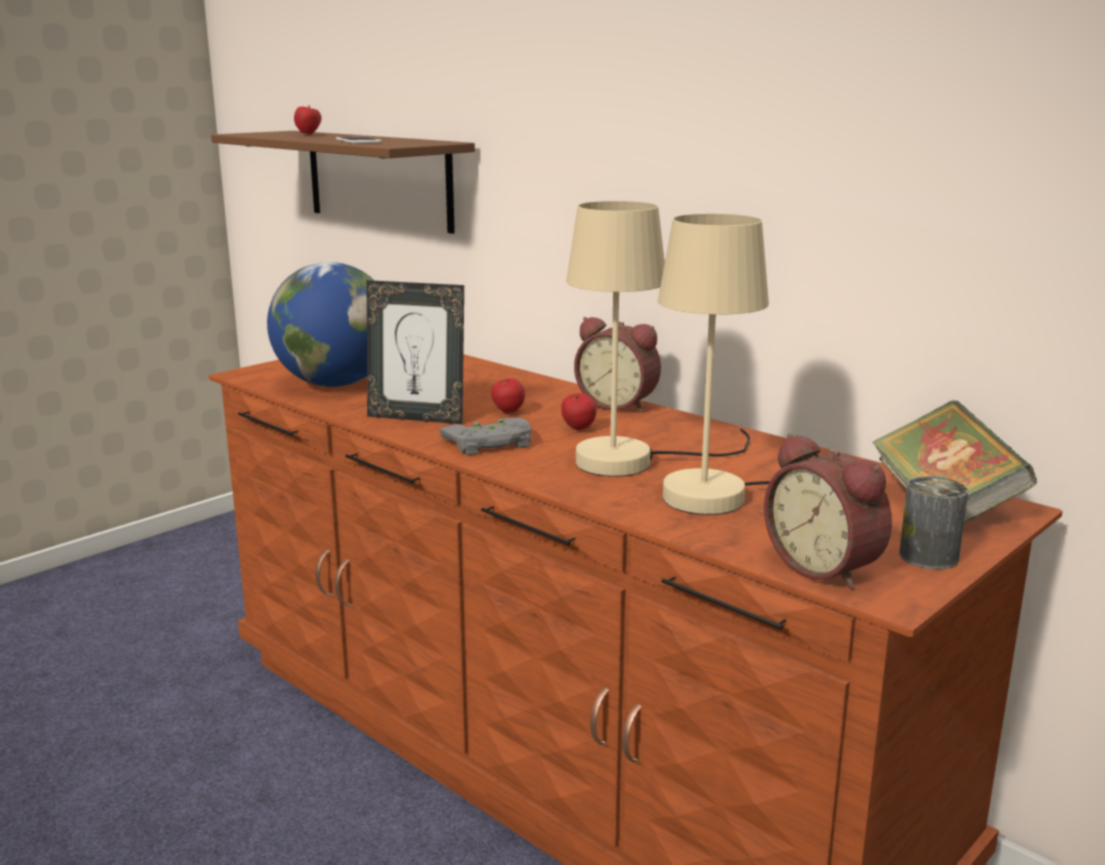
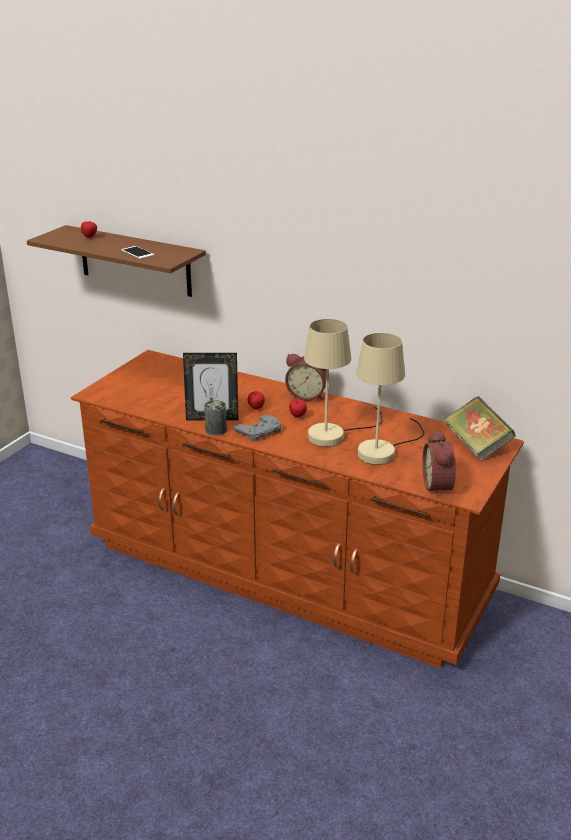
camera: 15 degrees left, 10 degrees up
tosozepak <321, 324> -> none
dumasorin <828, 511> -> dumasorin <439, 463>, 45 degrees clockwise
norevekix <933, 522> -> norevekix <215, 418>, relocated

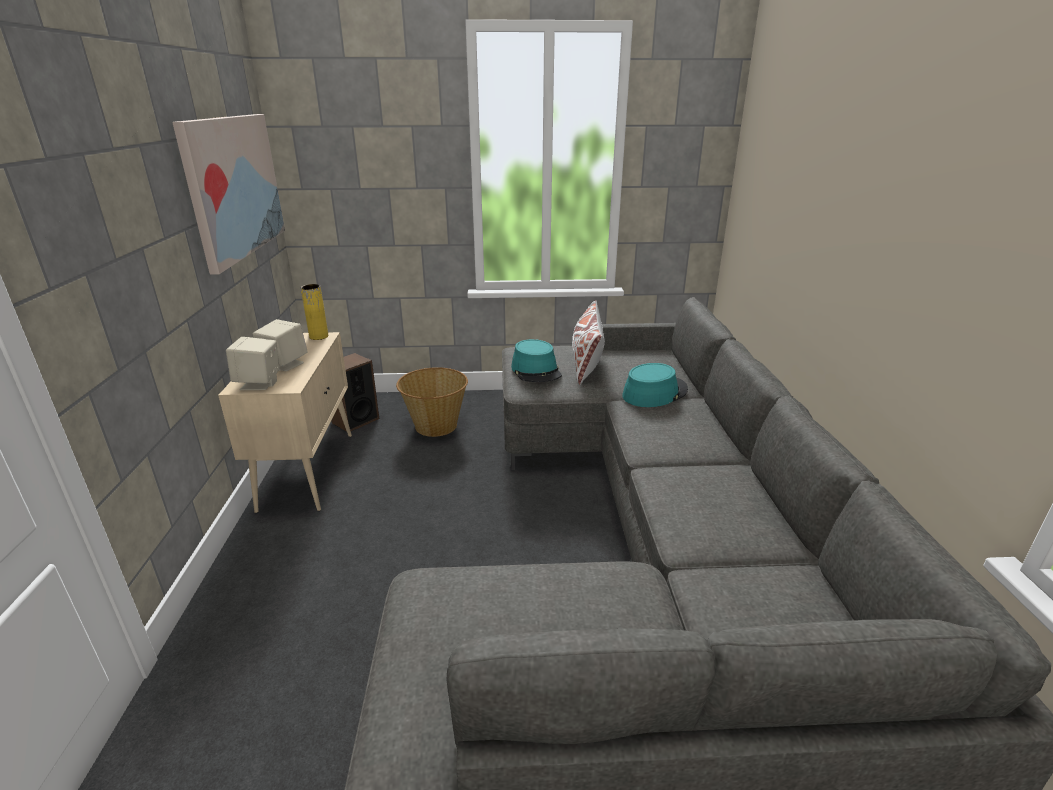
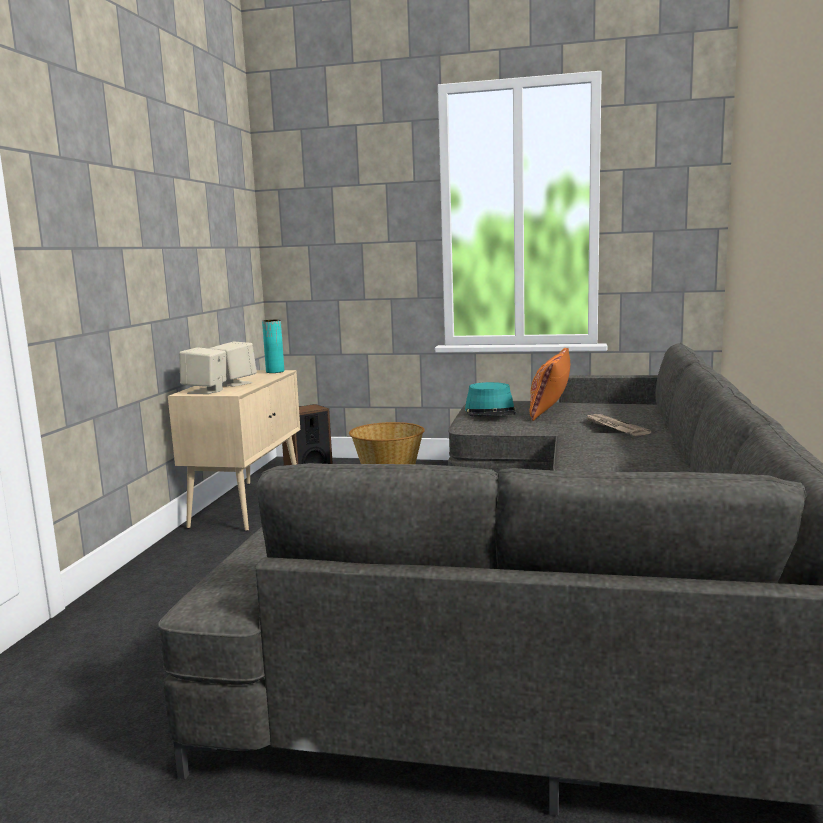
camera: 15 degrees right, 15 degrees down
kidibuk <228, 194> -> none
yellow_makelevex <314, 312> -> turquoise_makelevex <273, 346>
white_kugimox <588, 342> -> orange_kugimox <550, 384>
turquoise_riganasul <655, 385> -> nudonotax <618, 425>

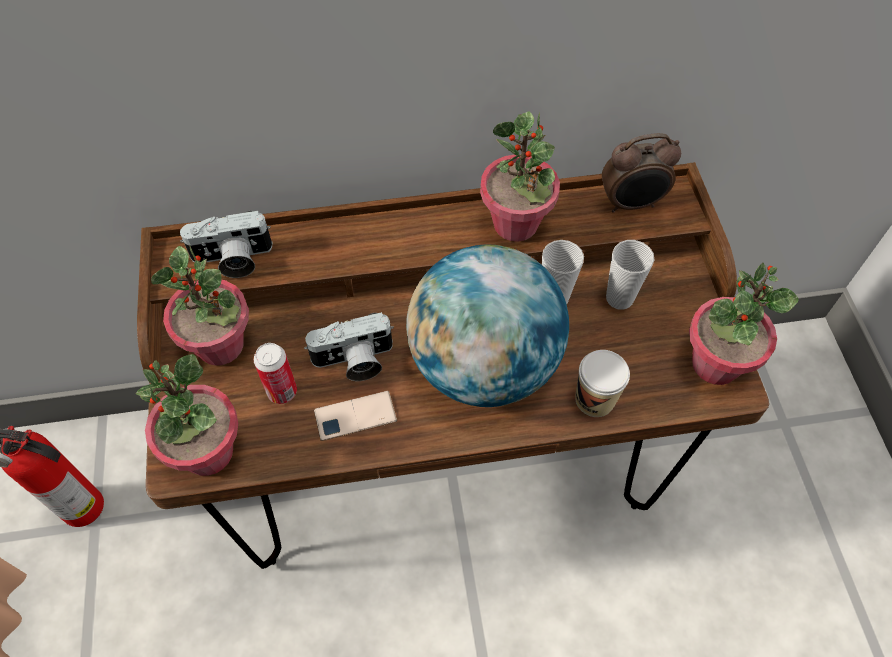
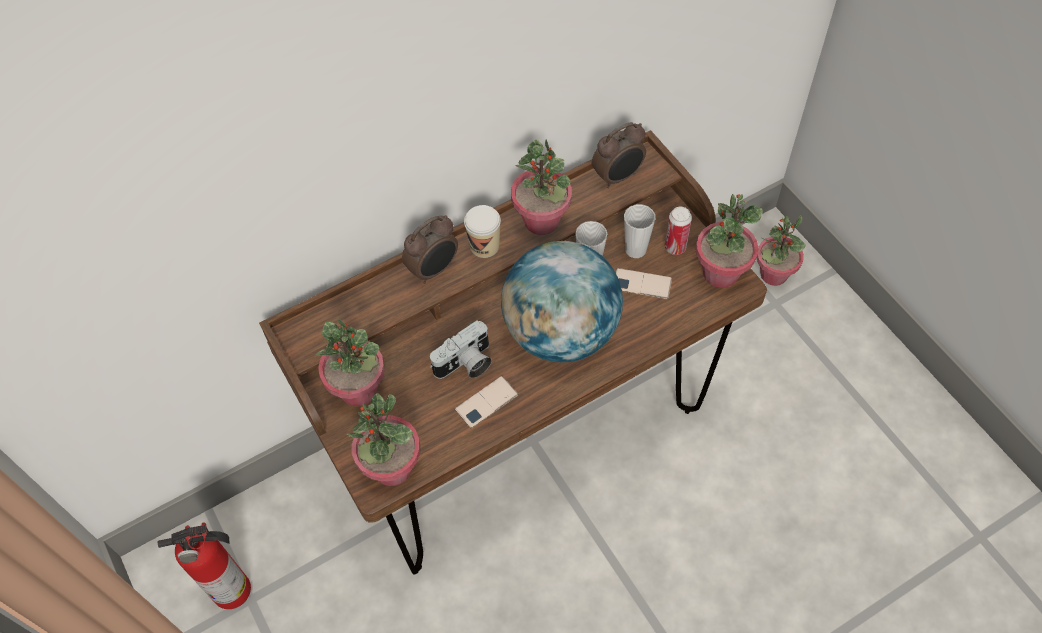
camera: 20 degrees left, 0 degrees up
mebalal <226, 244> -> none
norevekix <275, 373> -> norevekix <678, 231>, relocated
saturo <602, 383> -> saturo <482, 231>, relocated
none -> dumasorin <430, 249>
none -> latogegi <781, 250>
none -> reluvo <644, 283>

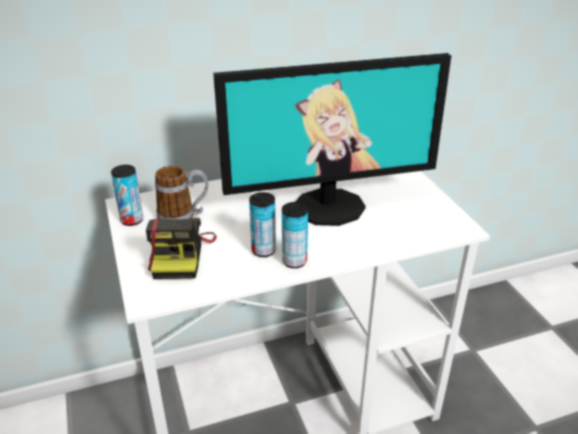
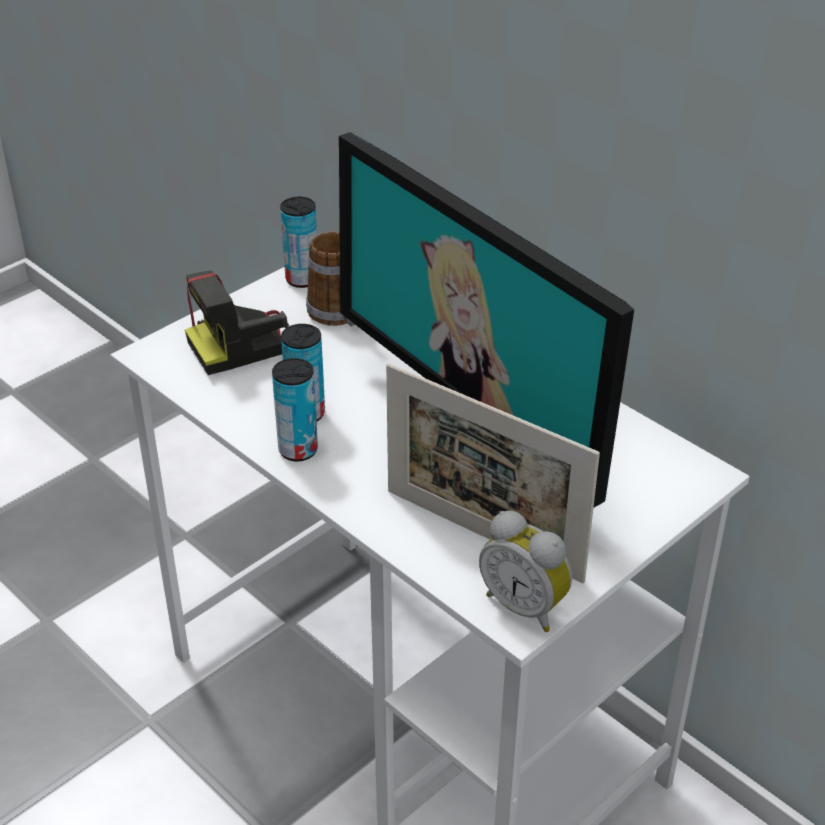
camera: 65 degrees right, 5 degrees up
none -> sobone <493, 473>
none -> dumasorin <525, 571>

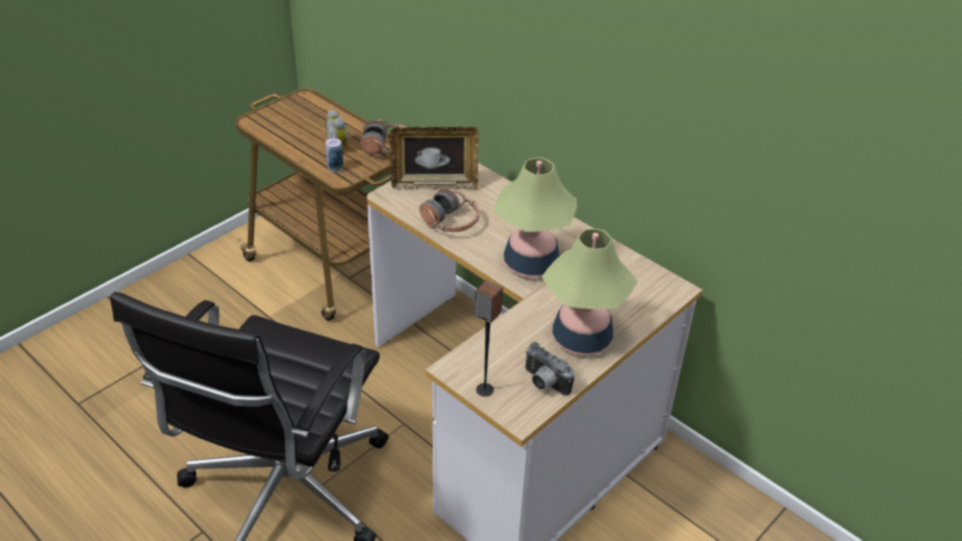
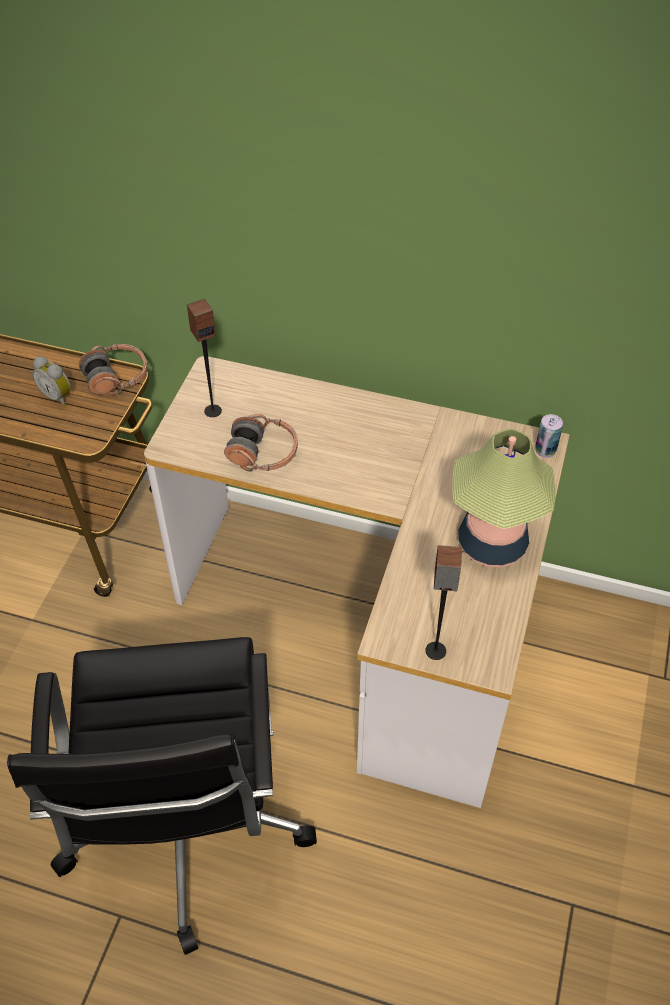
camera: 25 degrees left, 10 degrees up
sobone <434, 158> -> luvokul <204, 358>
norevekix <334, 155> -> norevekix <549, 436>, relocated
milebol <535, 218> -> none
mebalal <550, 369> -> none

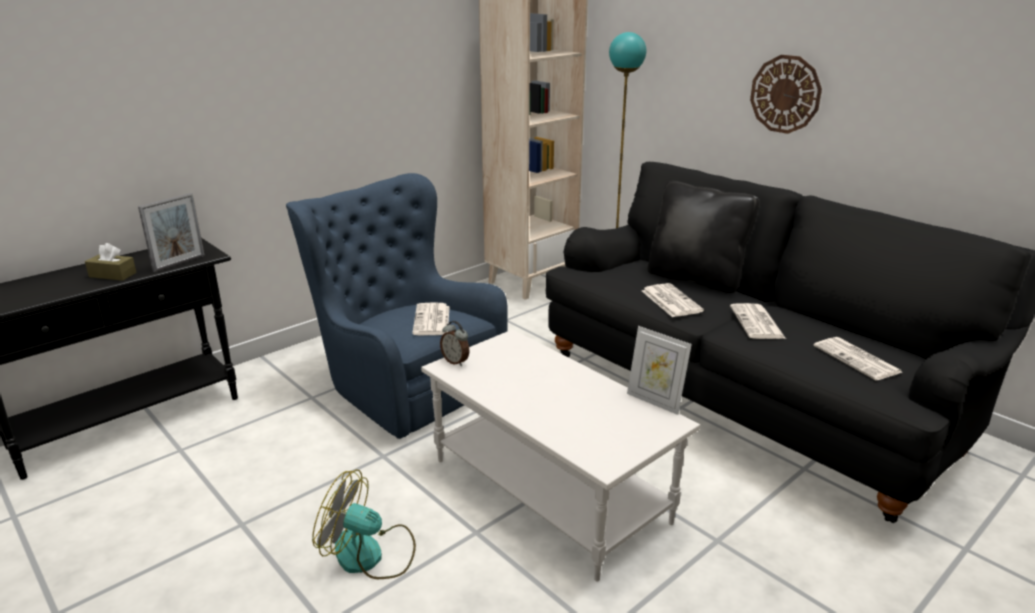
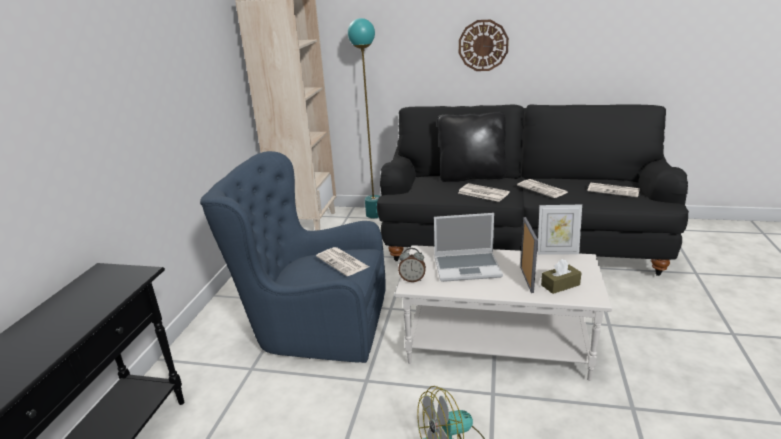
camera: 35 degrees left, 0 degrees up
sobone <171, 232> -> sobone <529, 255>, relocated
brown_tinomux <111, 262> -> brown_tinomux <561, 276>, relocated
none -> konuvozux <468, 247>

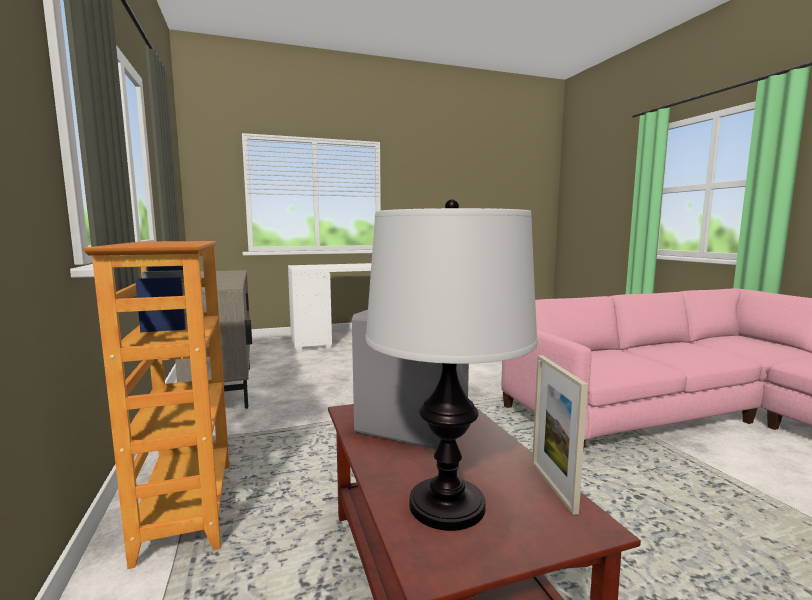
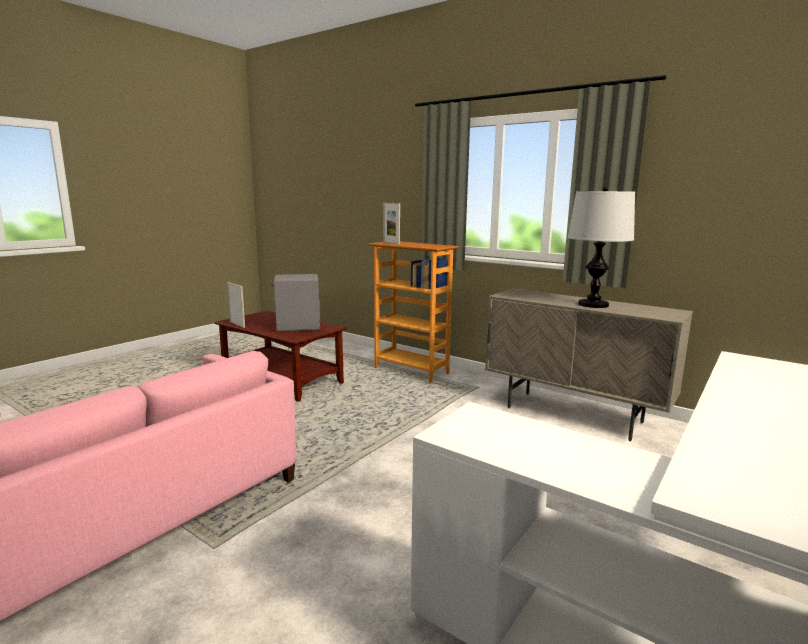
camera: 145 degrees right, 5 degrees up
milebol <451, 365> -> milebol <601, 247>, relocated
none -> sobone <391, 224>

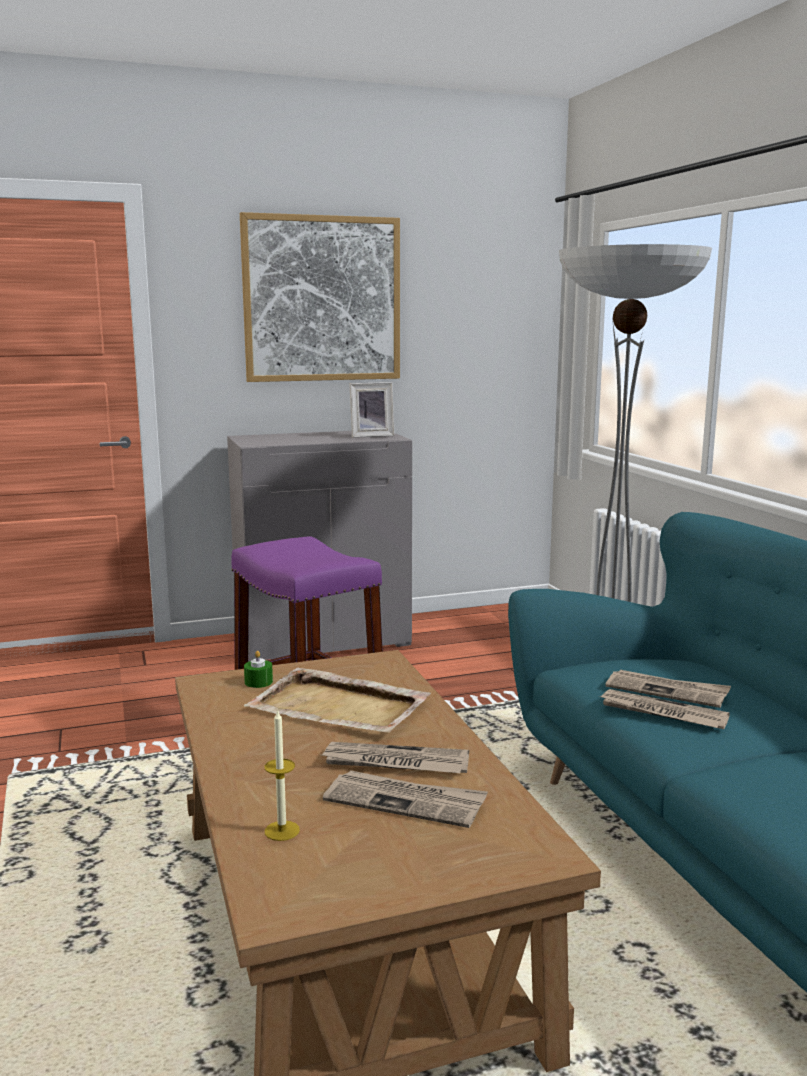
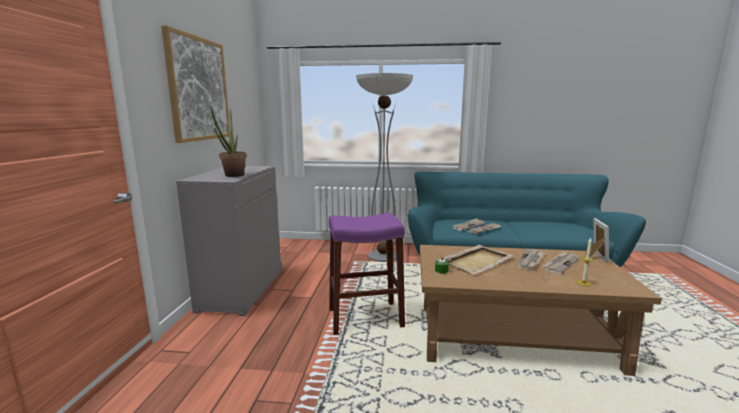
camera: 65 degrees left, 0 degrees up
sobone <372, 410> -> sobone <597, 240>, relocated
none -> latogegi <228, 141>

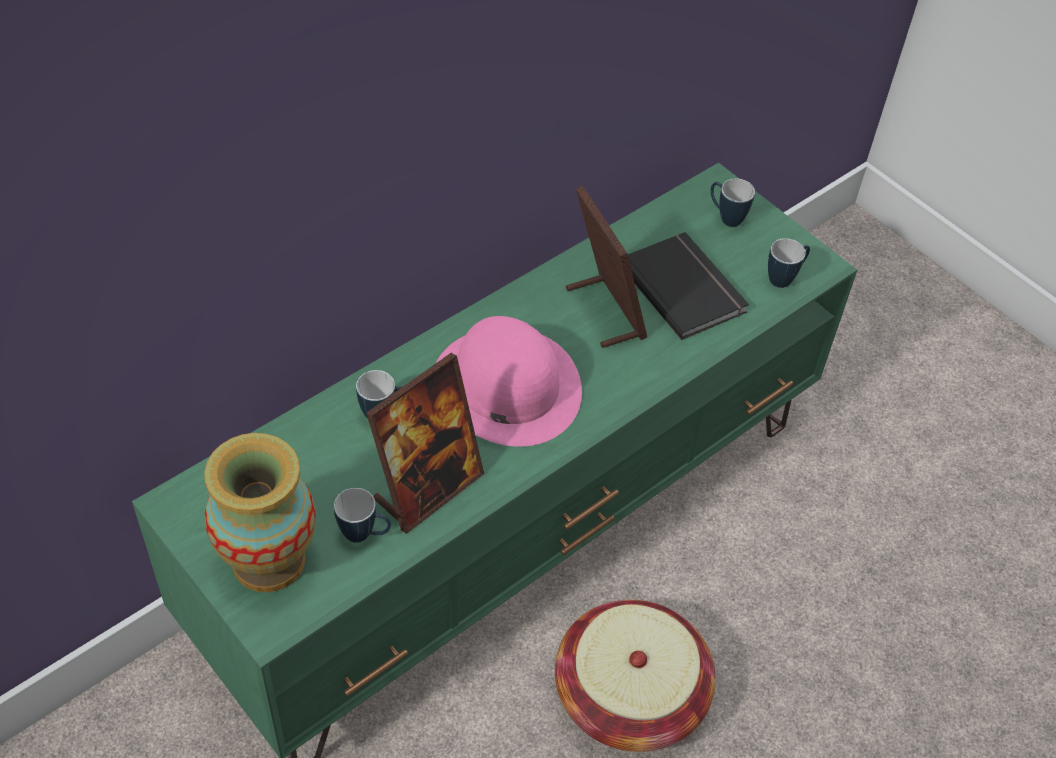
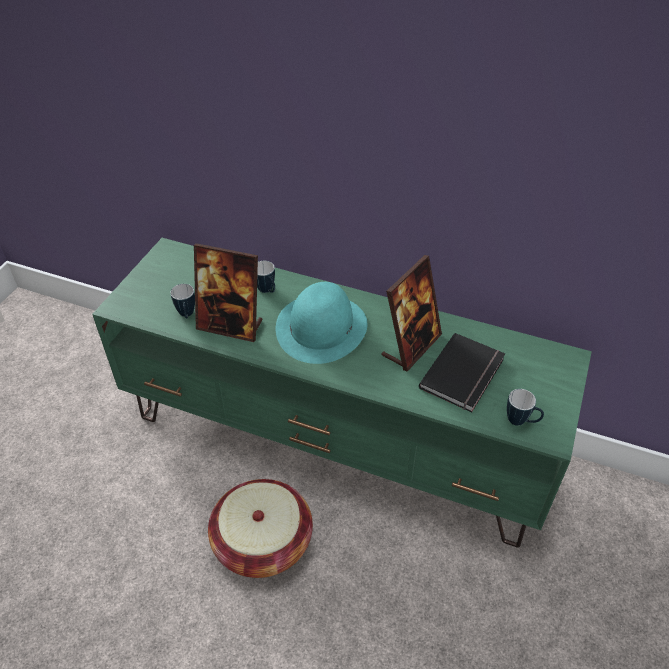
camera: 65 degrees right, 5 degrees down
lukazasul <733, 203> -> none
pink_riganasul <509, 381> -> turquoise_riganasul <321, 323>
makelevex <260, 512> -> none

